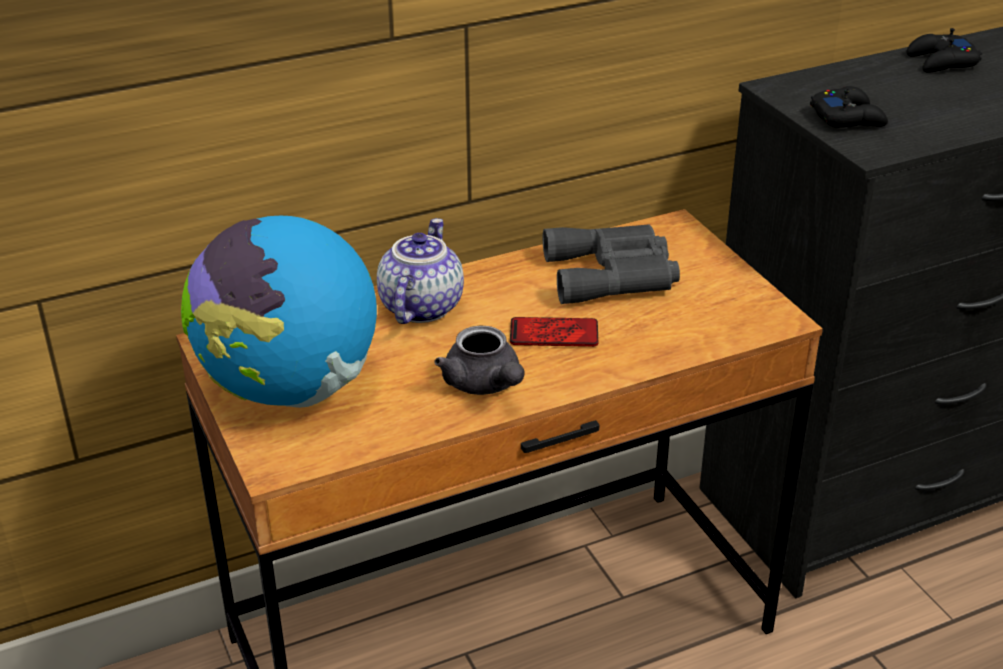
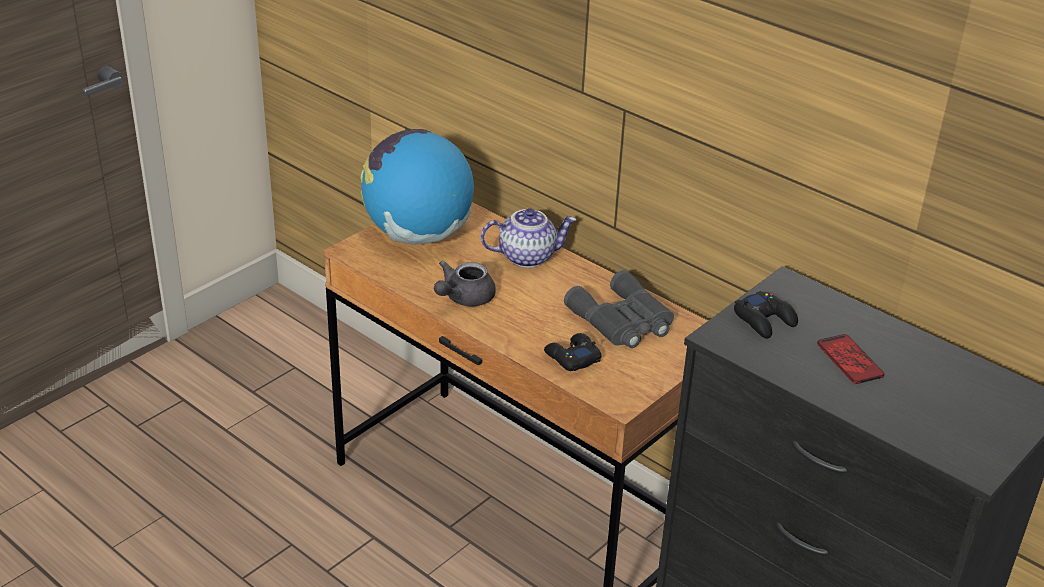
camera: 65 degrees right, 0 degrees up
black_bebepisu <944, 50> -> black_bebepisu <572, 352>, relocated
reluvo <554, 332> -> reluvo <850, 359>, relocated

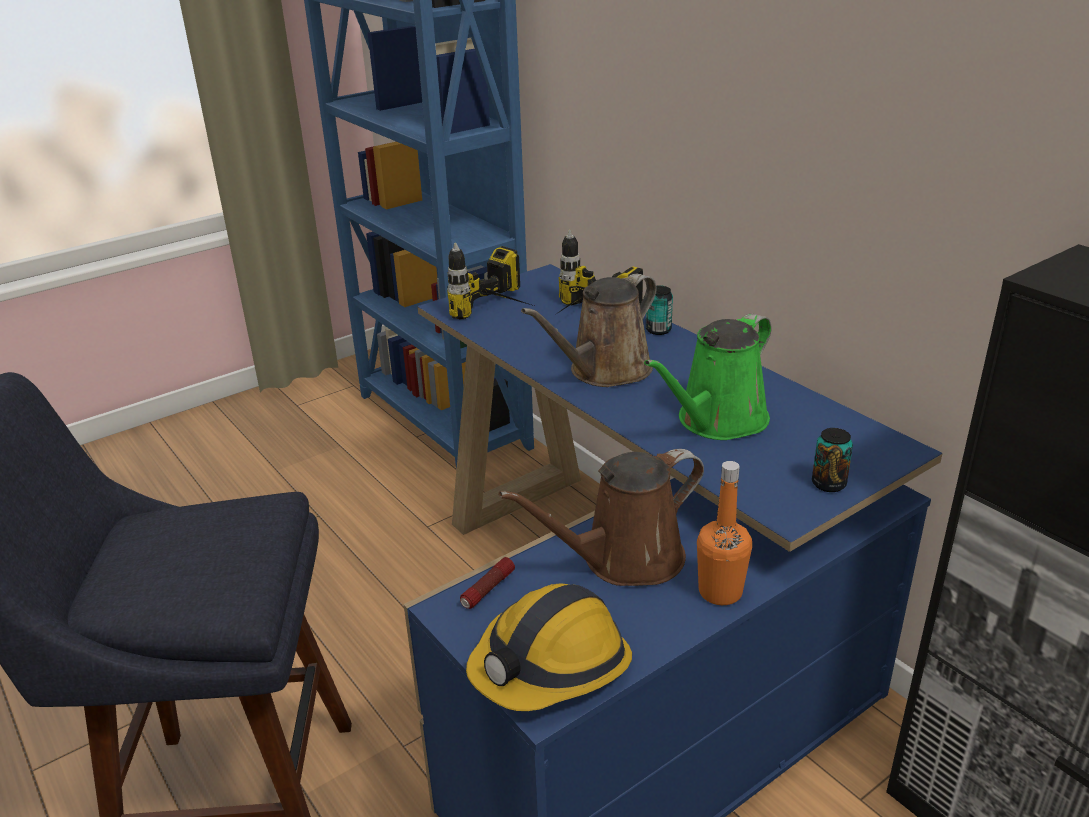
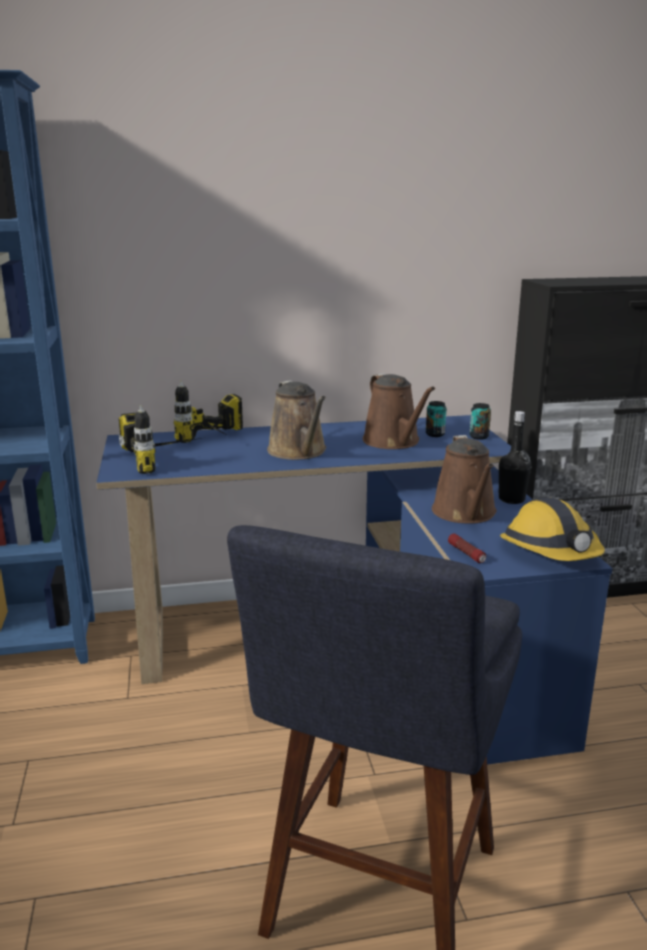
camera: 65 degrees left, 10 degrees down
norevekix <659, 310> -> norevekix <436, 419>, relocated
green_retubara <708, 377> -> brown_retubara <399, 411>
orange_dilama <724, 533> -> black_dilama <515, 457>

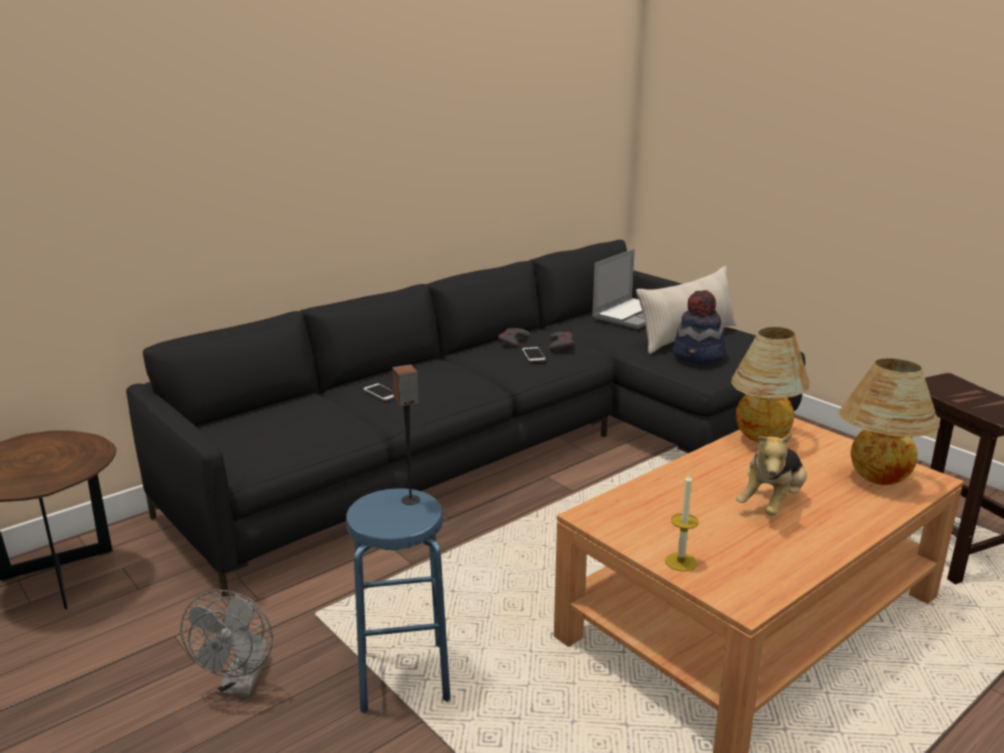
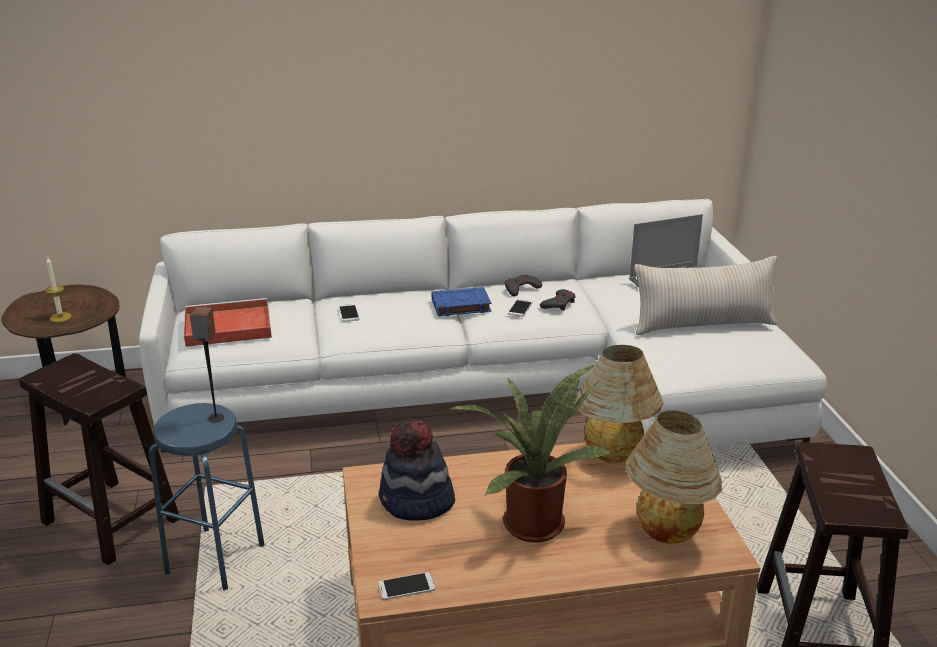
camera: 30 degrees right, 5 degrees up
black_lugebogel <465, 418> -> white_lugebogel <483, 325>
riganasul <699, 326> -> riganasul <417, 469>, relocated
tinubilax <771, 474> -> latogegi <532, 453>
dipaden <682, 522> -> dipaden <58, 290>, relocated
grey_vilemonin <226, 643> -> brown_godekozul <99, 459>
none -> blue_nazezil <462, 301>
none -> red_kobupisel <228, 322>
none -> reluvo <406, 586>

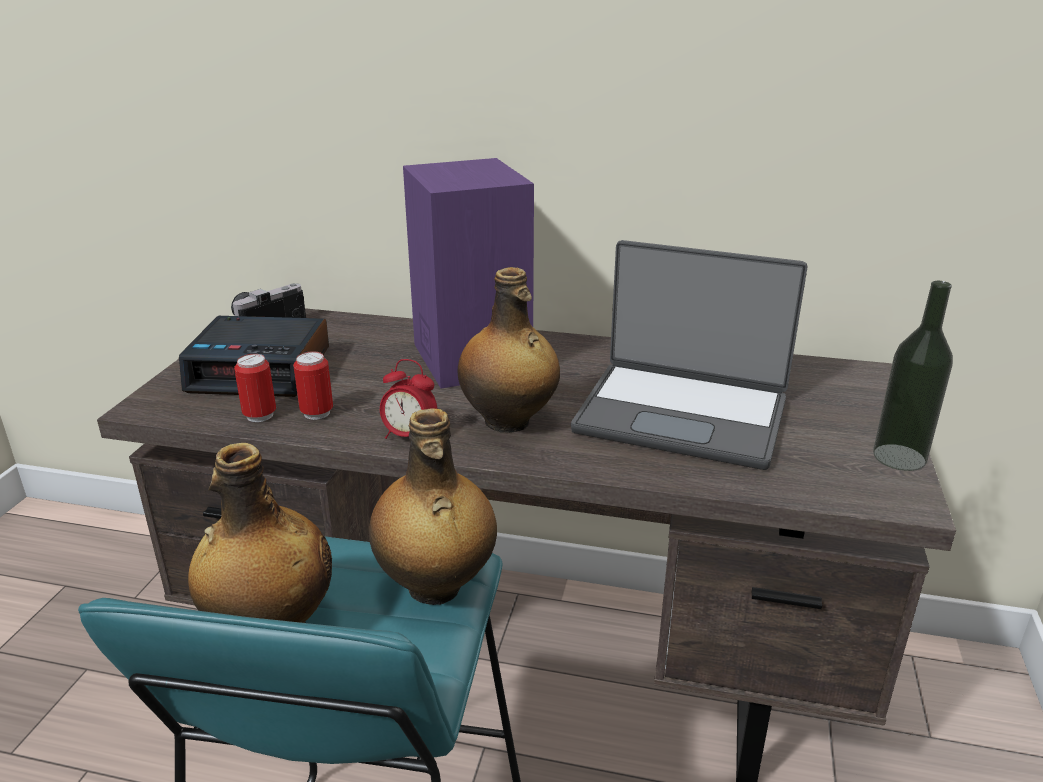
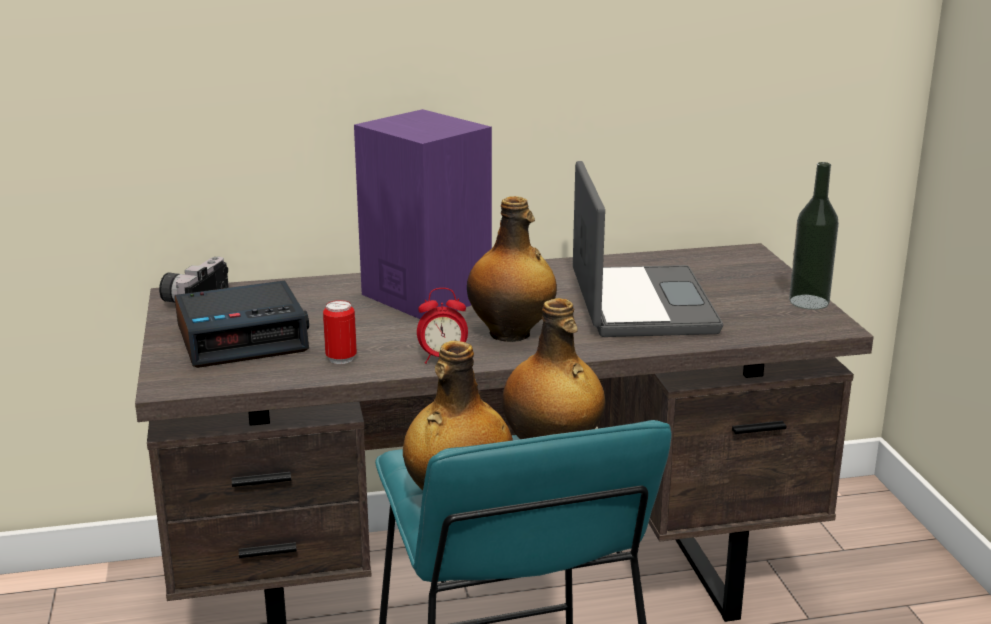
camera: 25 degrees left, 5 degrees down
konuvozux <689, 355> -> konuvozux <648, 249>, 90 degrees counterclockwise
norevekix <255, 388> -> none

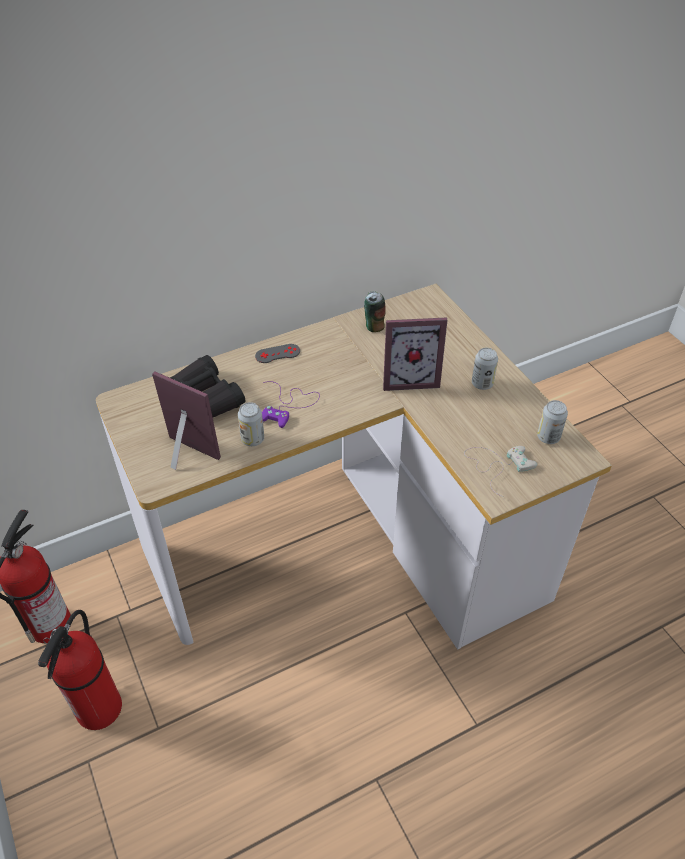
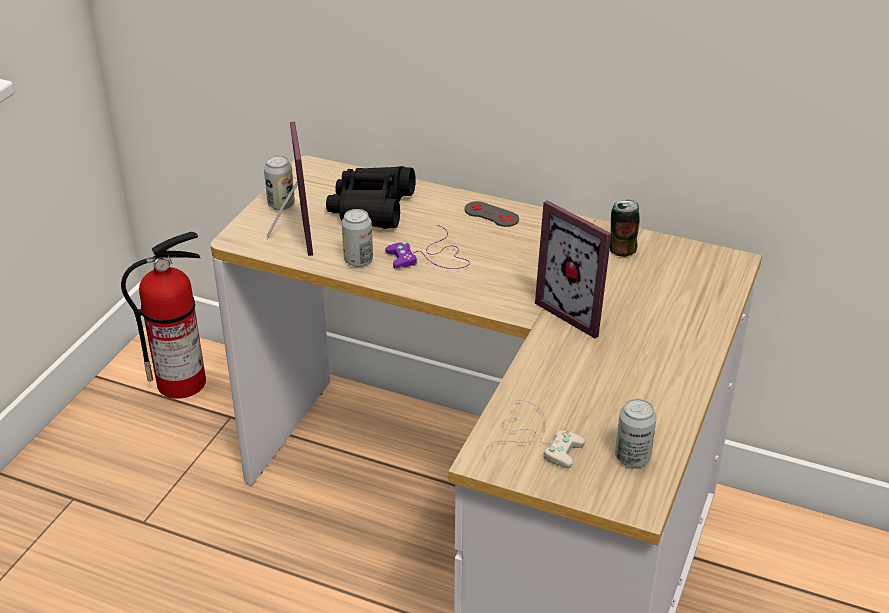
camera: 50 degrees right, 10 degrees down
norevekix <485, 369> -> norevekix <279, 182>, relocated
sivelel <80, 670> -> none

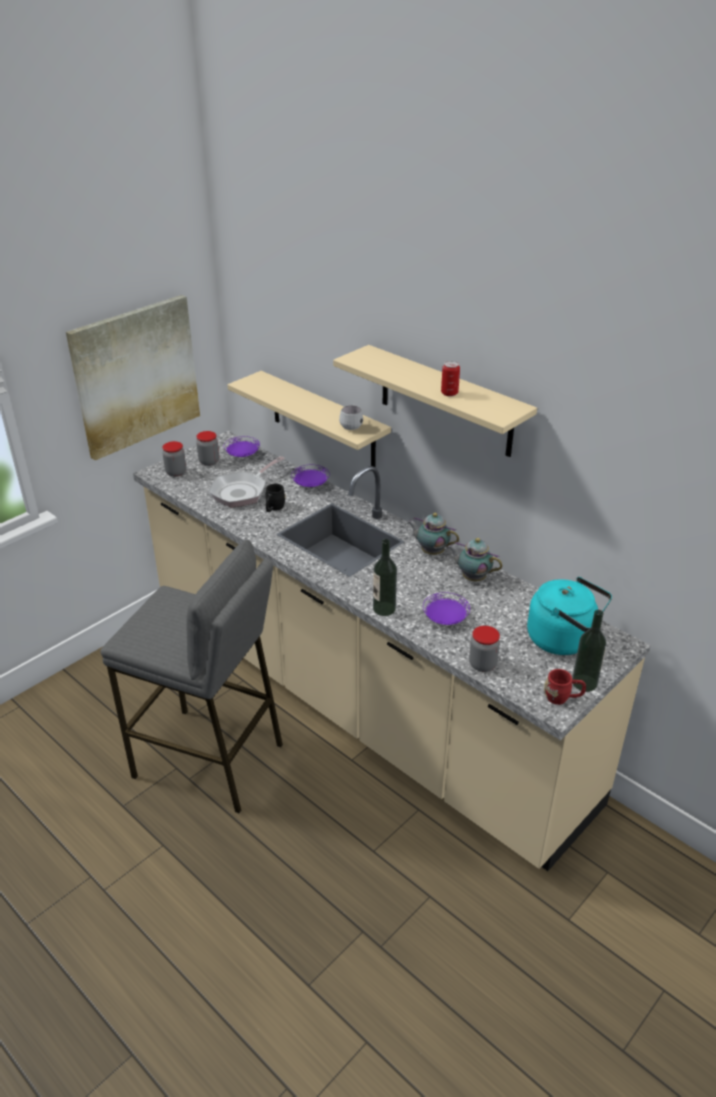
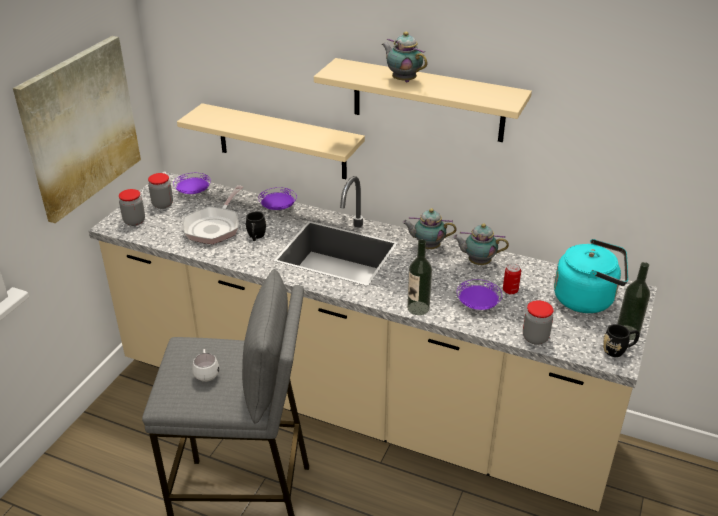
camera: 20 degrees left, 0 degrees up
norevekix <450, 379> -> norevekix <512, 279>, relocated
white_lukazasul <351, 417> -> white_lukazasul <206, 365>, relocated
red_lukazasul <565, 687> -> black_lukazasul <621, 340>
none -> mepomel <404, 57>

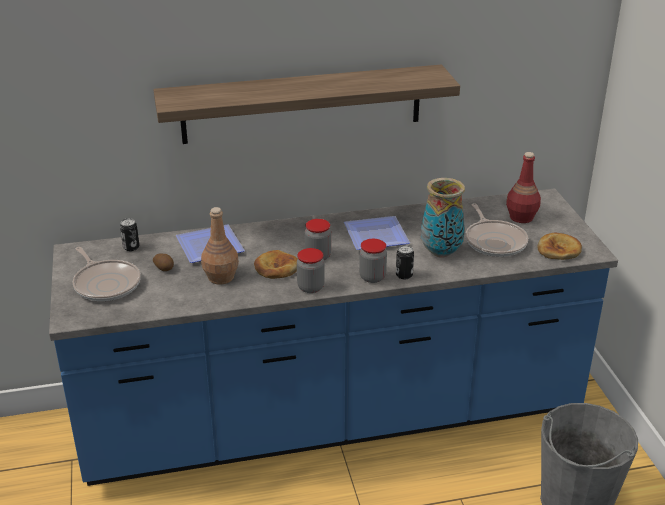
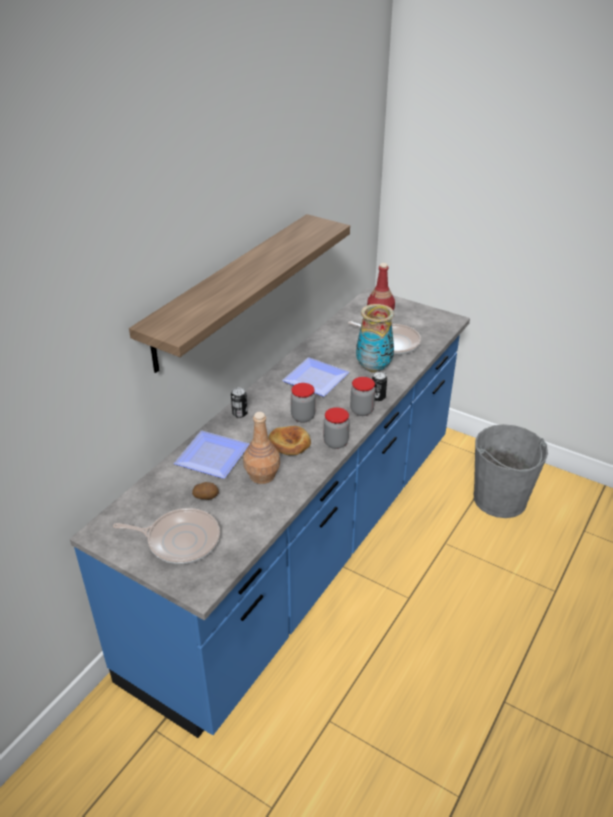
camera: 45 degrees left, 5 degrees up
norevekix <129, 234> -> norevekix <239, 402>, relocated
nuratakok <559, 246> -> none

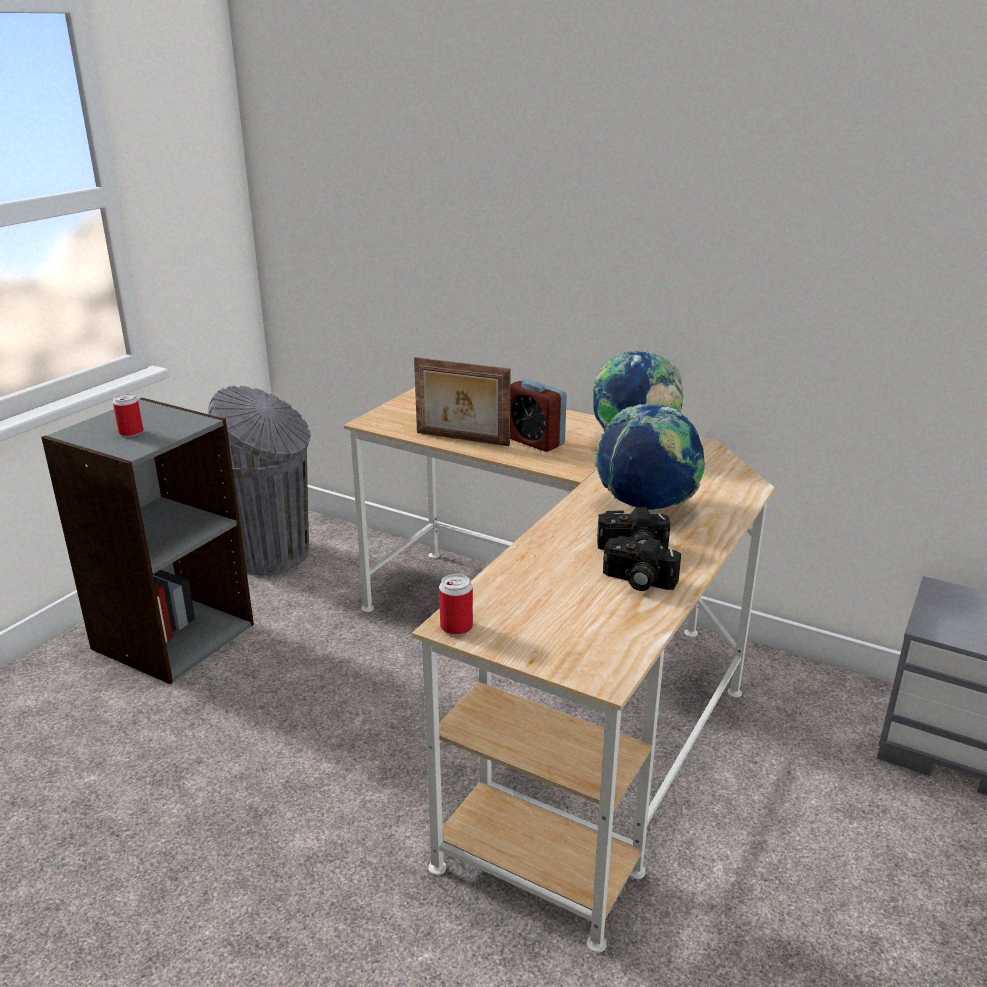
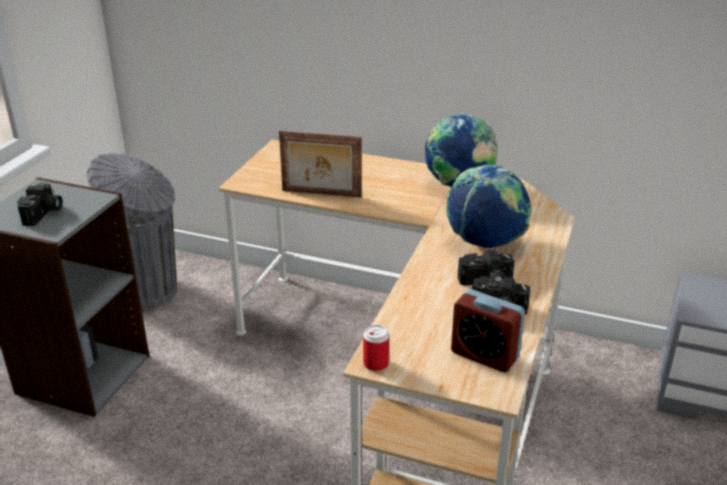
camera: 10 degrees left, 5 degrees up
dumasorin <538, 415> -> dumasorin <488, 330>, relocated
norevekix <128, 415> -> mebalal <40, 204>

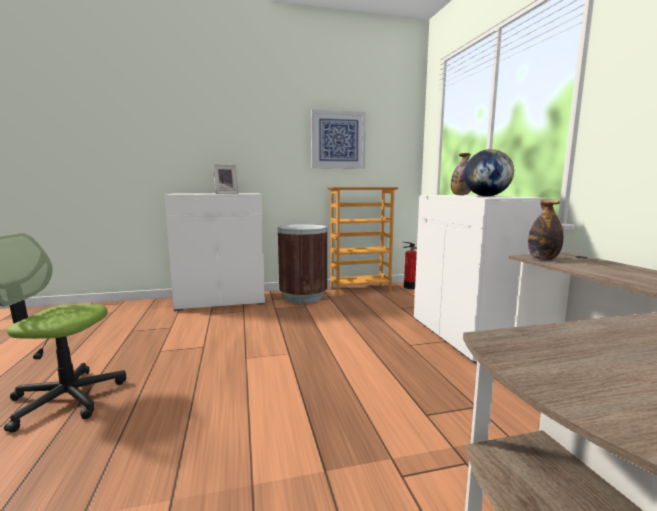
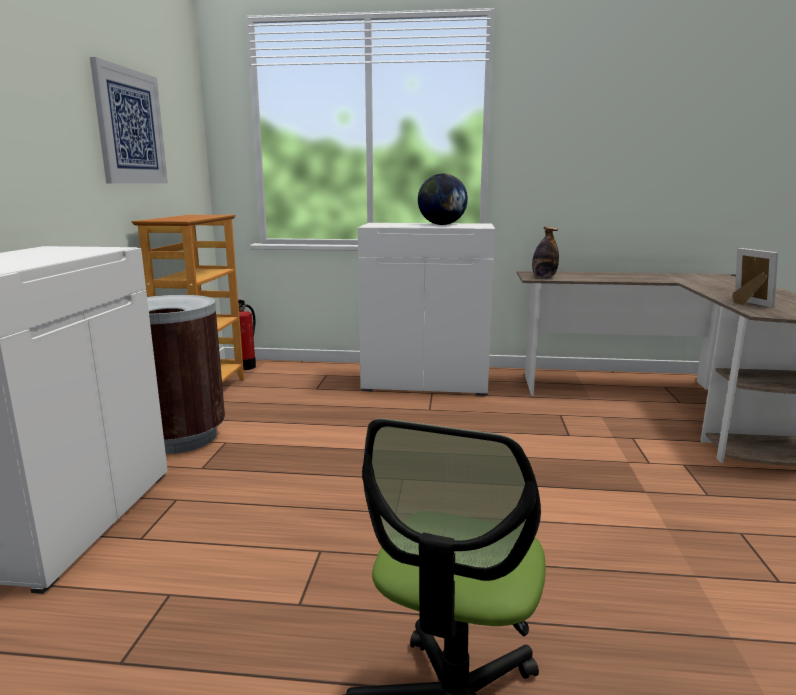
camera: 70 degrees left, 5 degrees up
dilama <461, 174> -> none
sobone <226, 179> -> sobone <755, 278>, relocated

